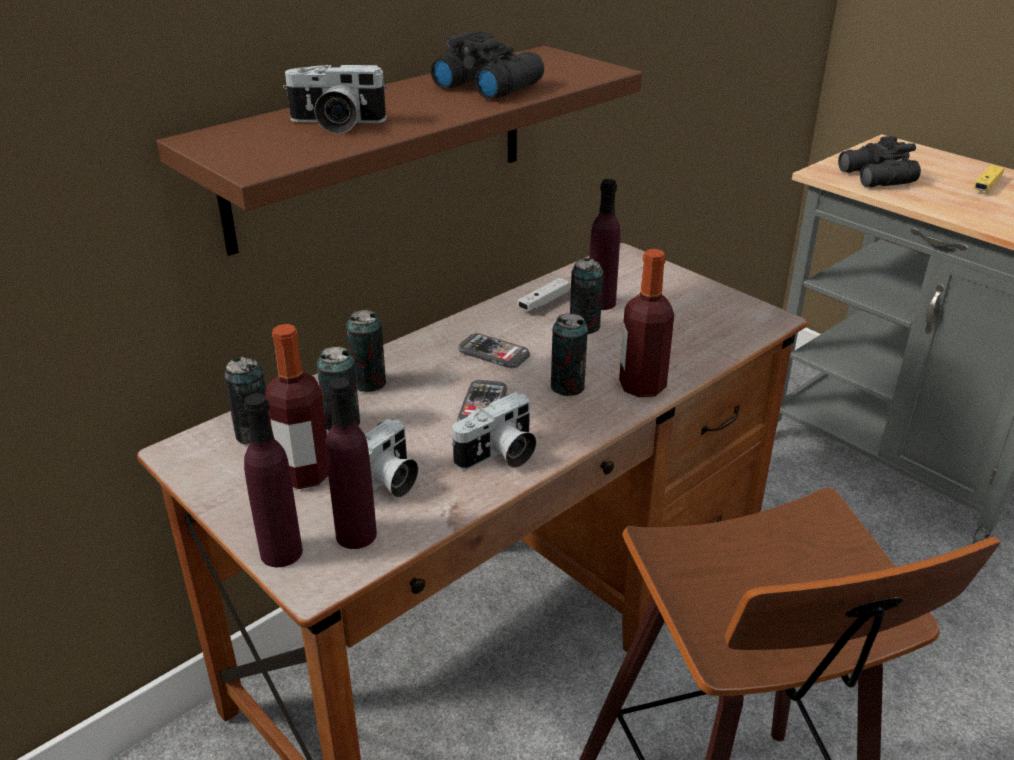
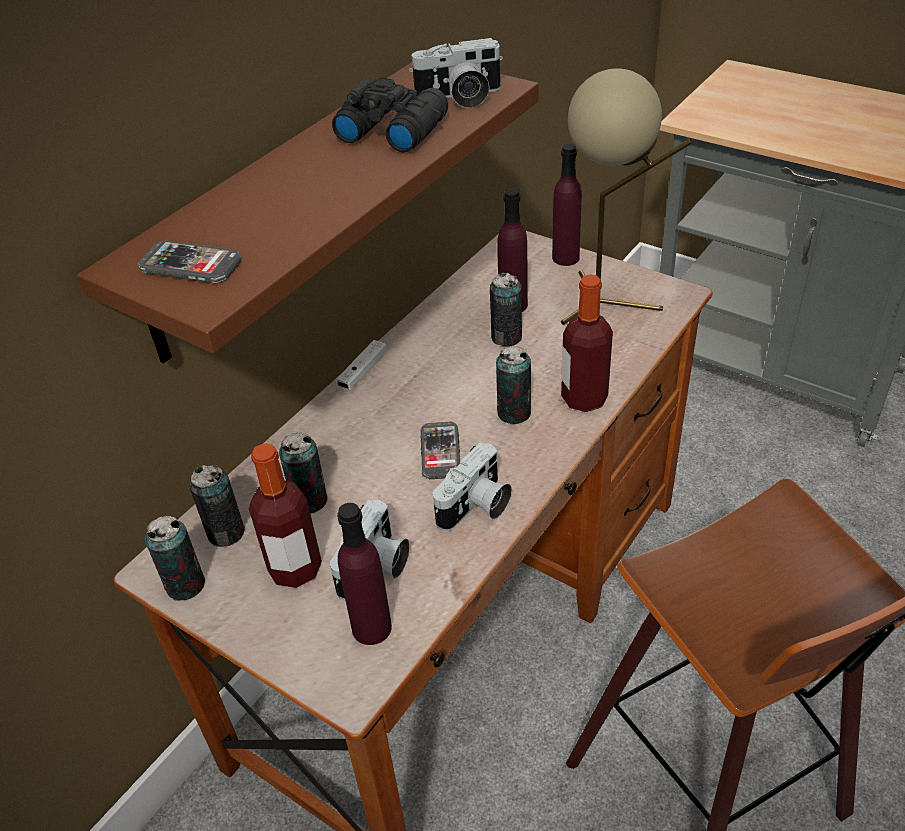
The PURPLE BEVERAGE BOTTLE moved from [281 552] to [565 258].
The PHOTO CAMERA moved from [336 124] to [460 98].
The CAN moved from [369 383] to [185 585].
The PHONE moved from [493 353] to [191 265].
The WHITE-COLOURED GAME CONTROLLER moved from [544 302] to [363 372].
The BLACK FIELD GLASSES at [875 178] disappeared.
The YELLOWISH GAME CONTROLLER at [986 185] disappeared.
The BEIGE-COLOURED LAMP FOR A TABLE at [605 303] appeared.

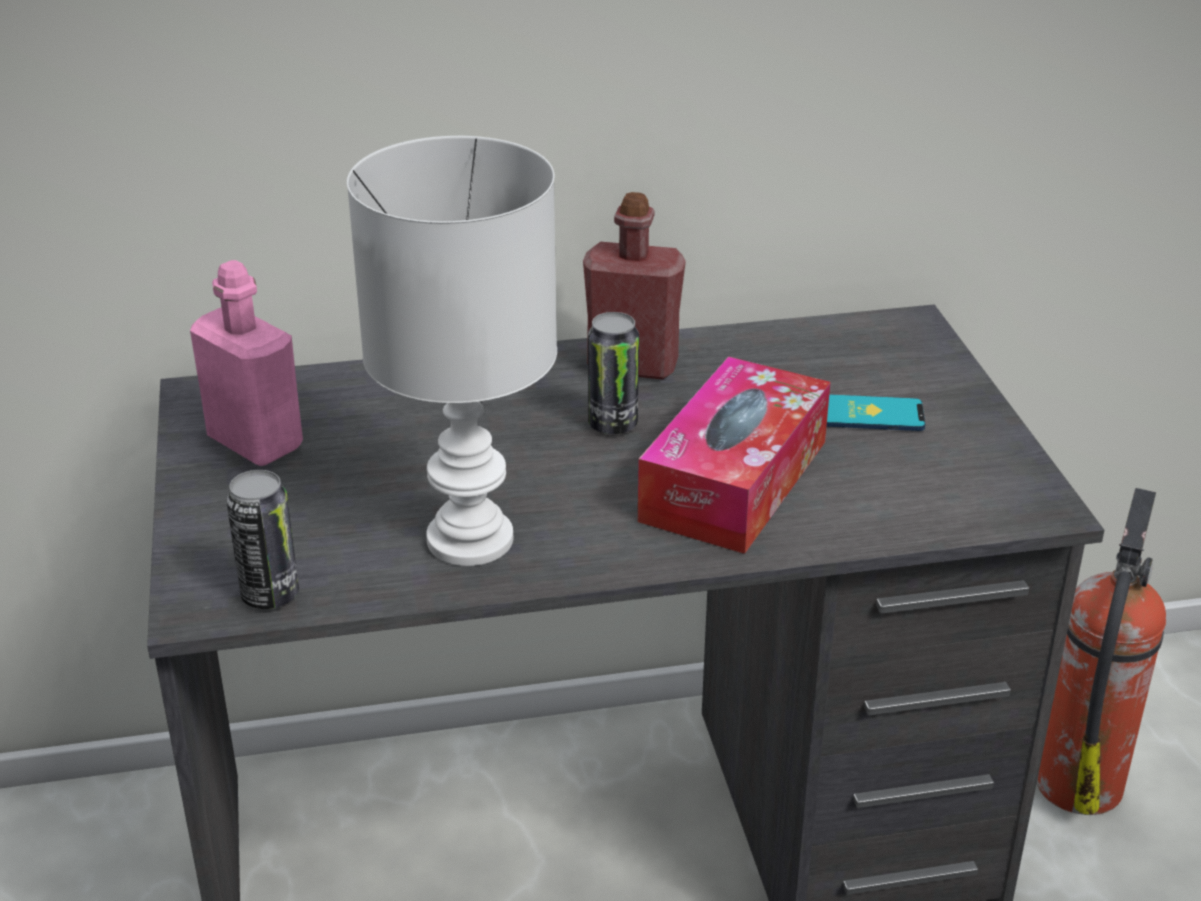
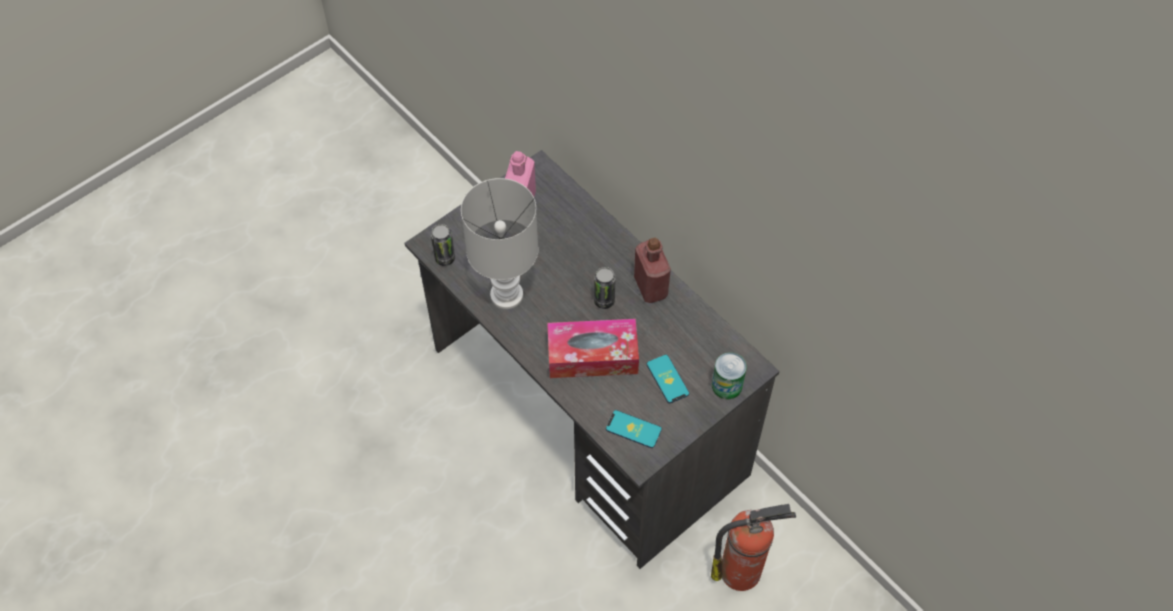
The PHONE at [633 429] appeared.
The CAN at [727 385] appeared.

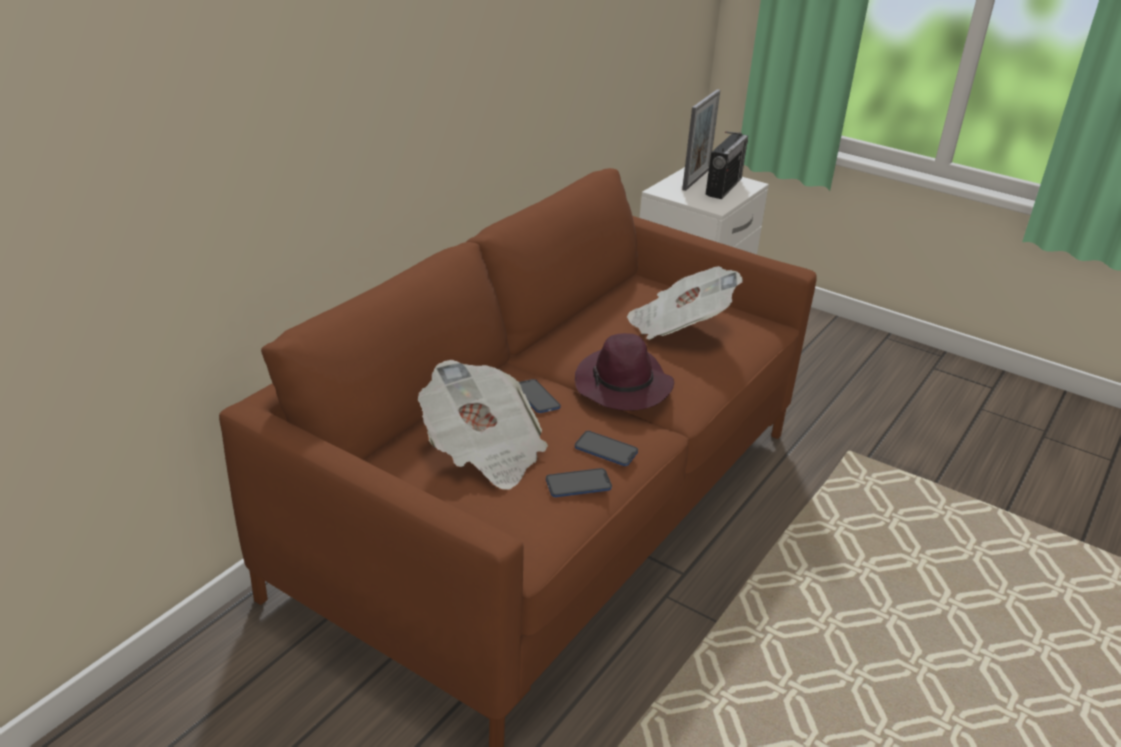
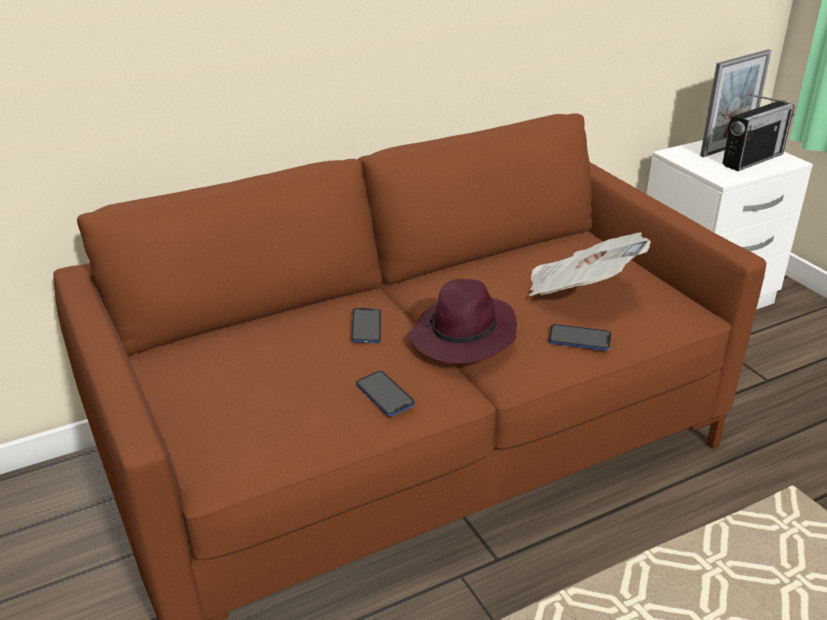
The DAILY PAPER at [483 451] disappeared.
The PHONE moved from [578 484] to [579 339].

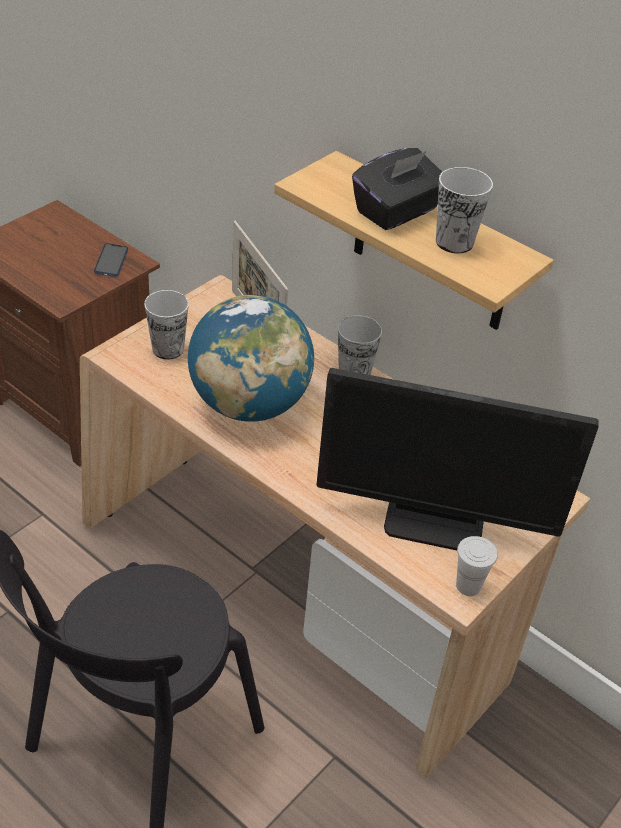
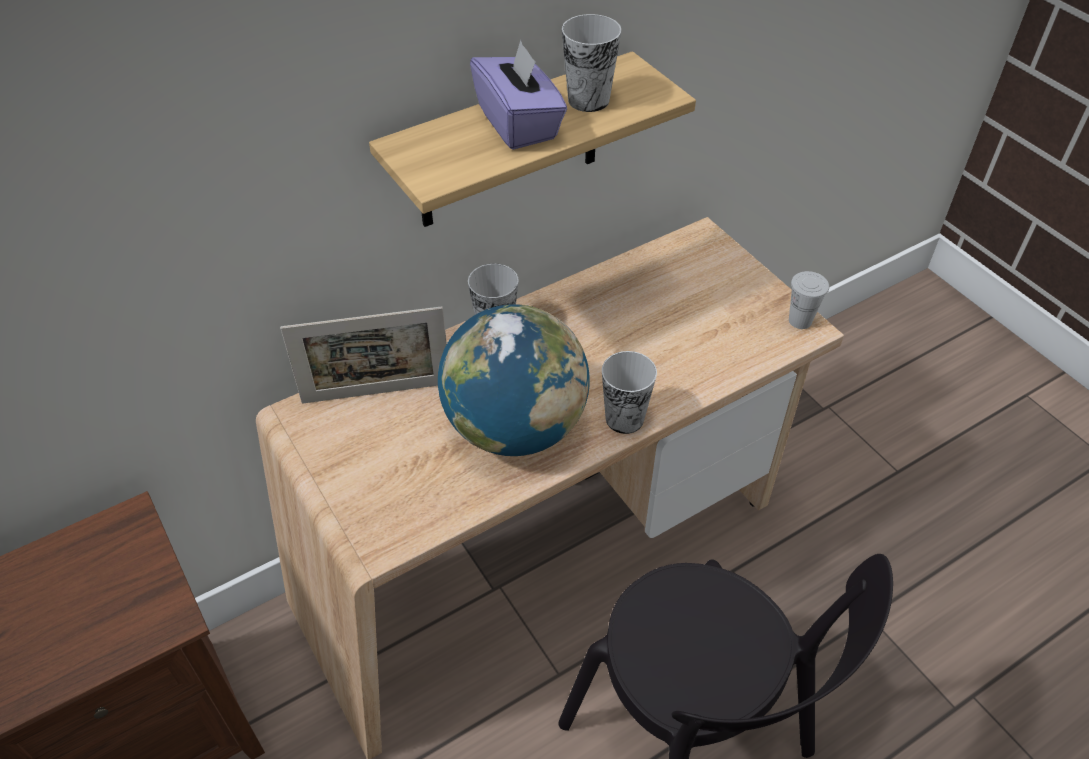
The PHONE at [111 261] disappeared.
The SMALL CUP moved from [168 349] to [624 418].
The MONITOR at [434 521] disappeared.
The BLACK TISSUE BOX at [397 212] became the PURPLE TISSUE BOX at [519 124].

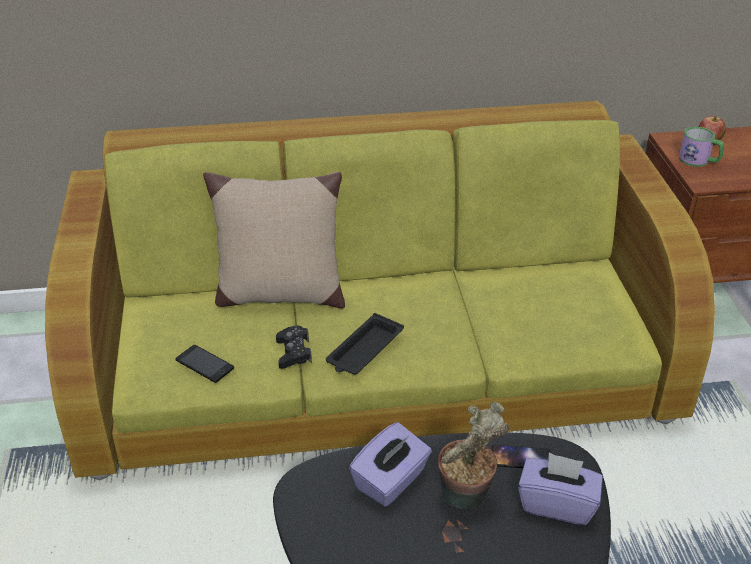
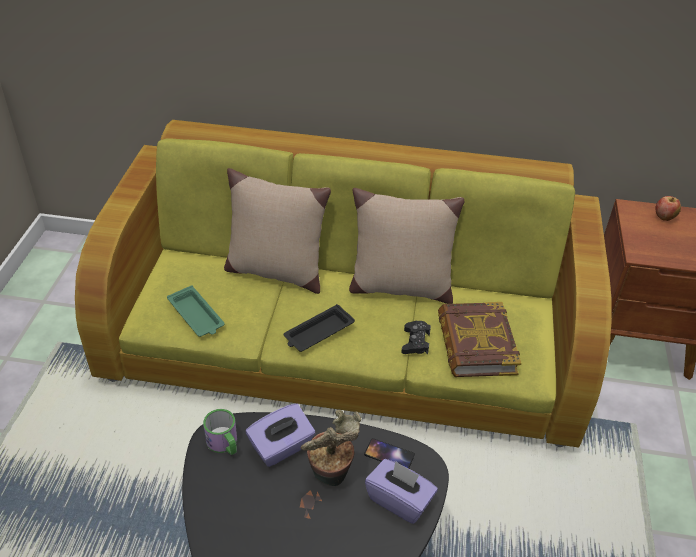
The PHONE at [204 364] was replaced by the GREEN SERVING TRAY at [196 316].
The BLACK GAME CONTROLLER moved from [293 352] to [415 342].
The MUG moved from [699 161] to [224 444].
The BEIGE-COLOURED CUSHION at [399 287] appeared.
The BOOK at [475 344] appeared.

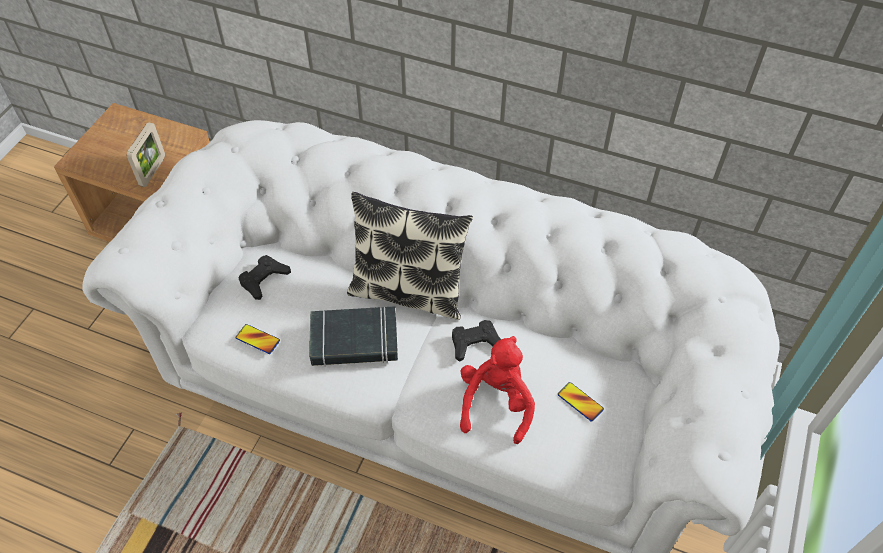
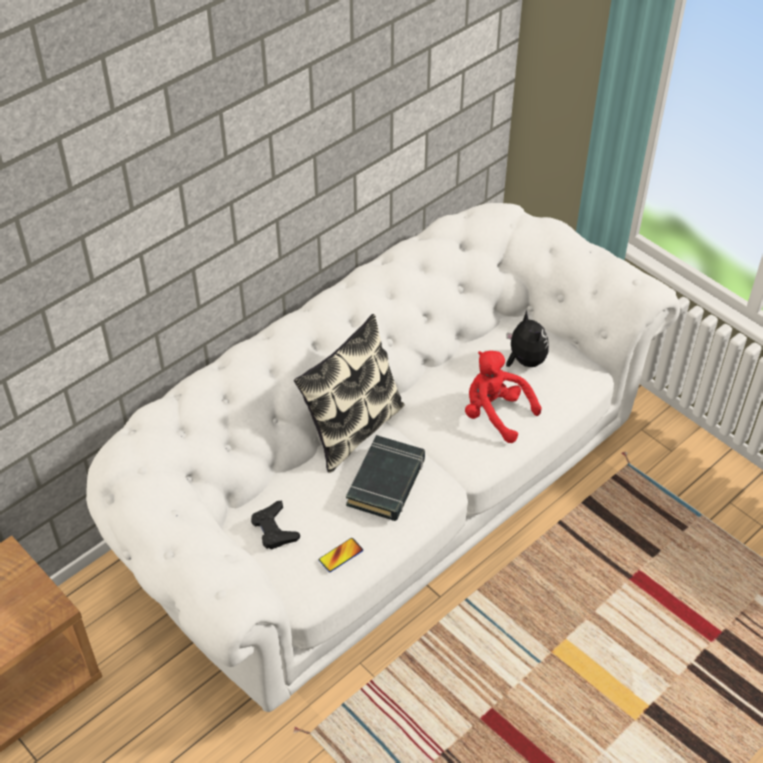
The PICTURE FRAME at [153 171] disappeared.
The BLACK GAME CONTROLLER at [475 343] disappeared.
The PHONE at [580 402] was replaced by the PLUSH TOY at [524 361].

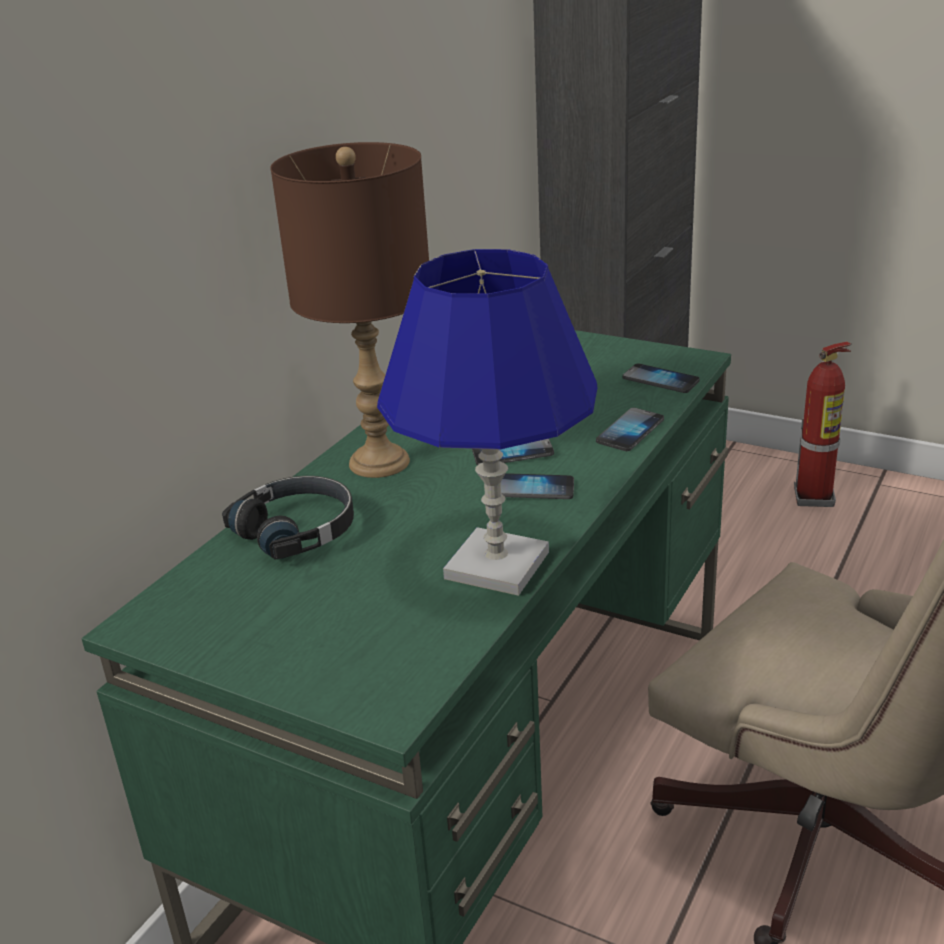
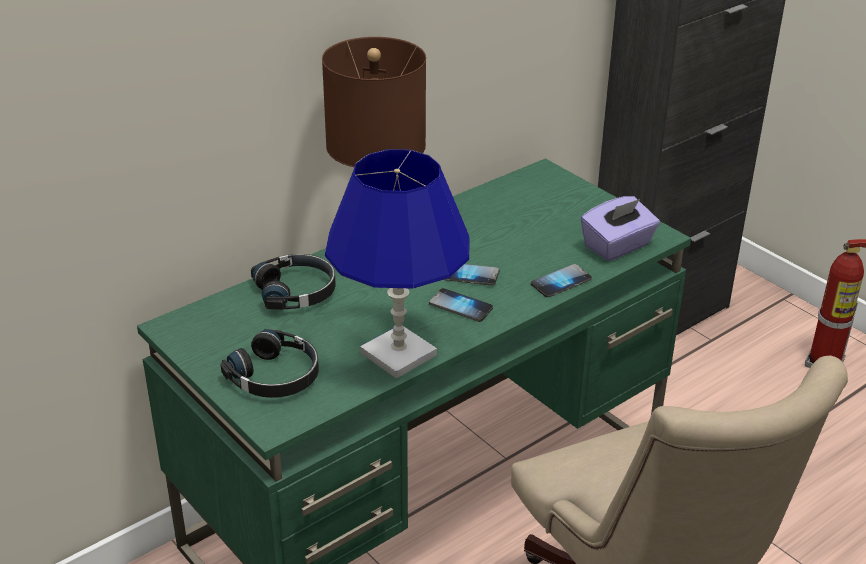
The PHONE at [660 380] was replaced by the PURPLE TISSUE BOX at [618 246].
The BLACK HEADSET at [276 376] appeared.

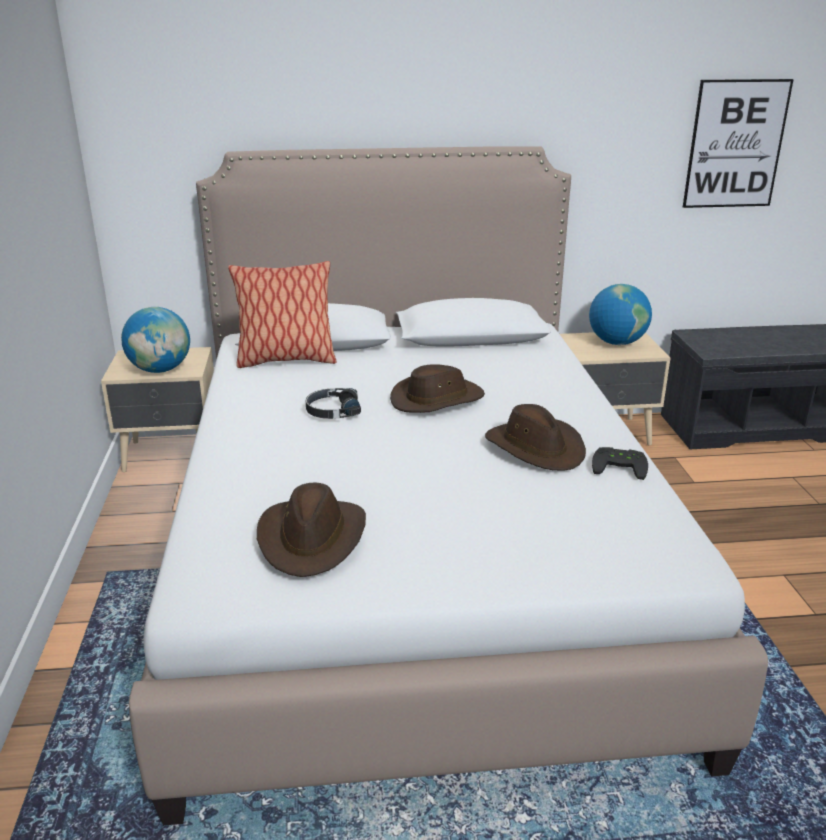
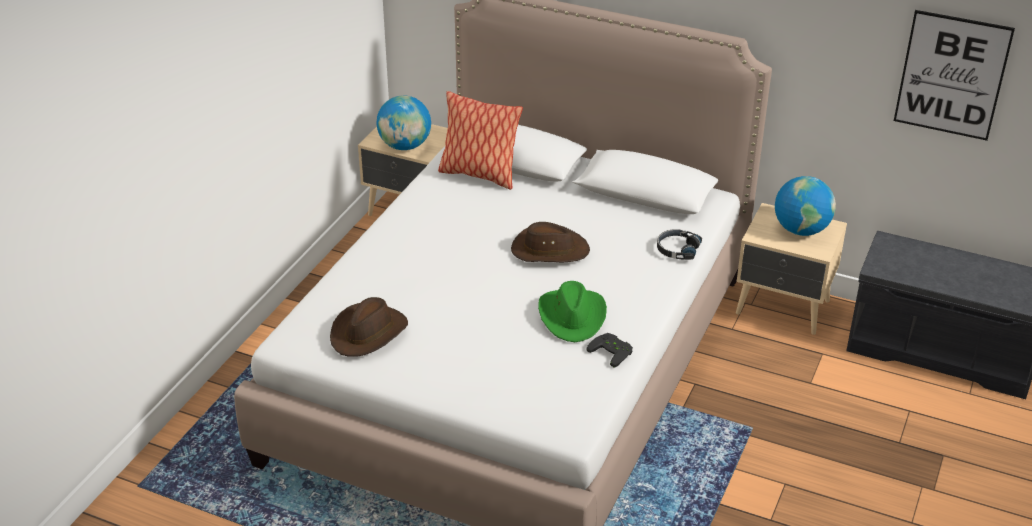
The BLACK HEADSET moved from [332 411] to [677 249].
The BROWN HAT at [535 448] became the GREEN HAT at [572 316].

